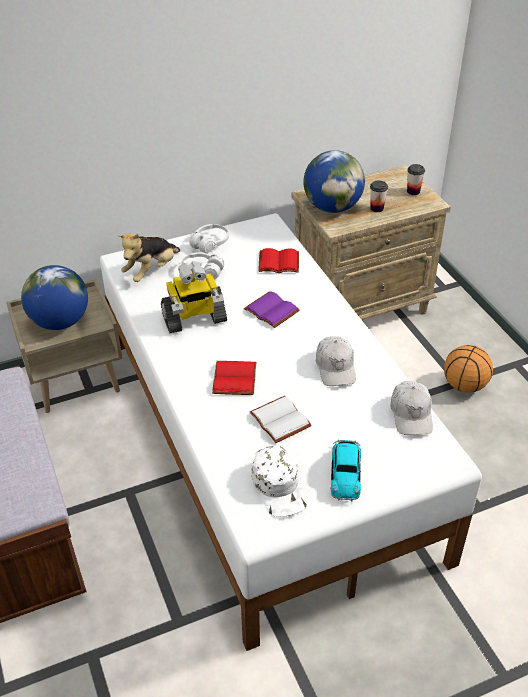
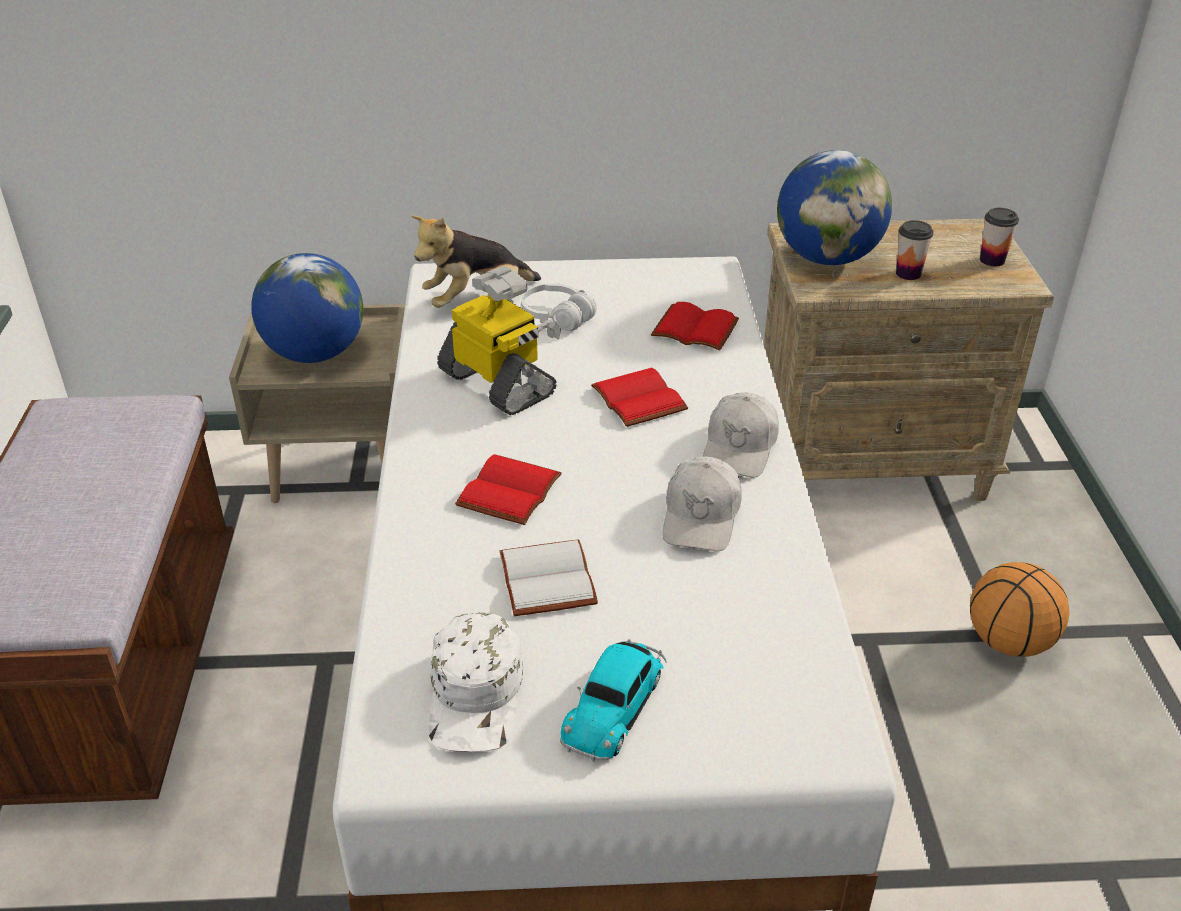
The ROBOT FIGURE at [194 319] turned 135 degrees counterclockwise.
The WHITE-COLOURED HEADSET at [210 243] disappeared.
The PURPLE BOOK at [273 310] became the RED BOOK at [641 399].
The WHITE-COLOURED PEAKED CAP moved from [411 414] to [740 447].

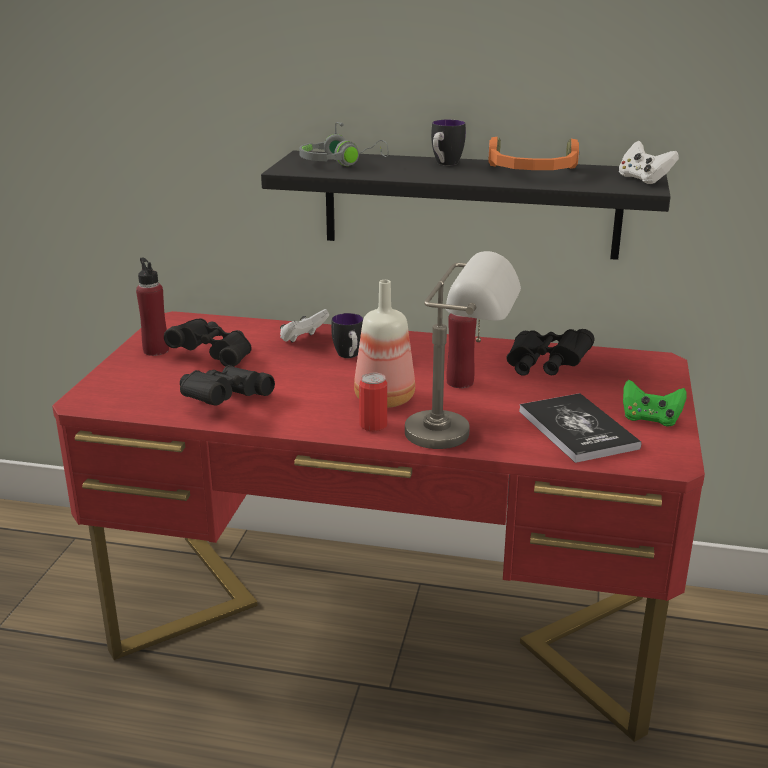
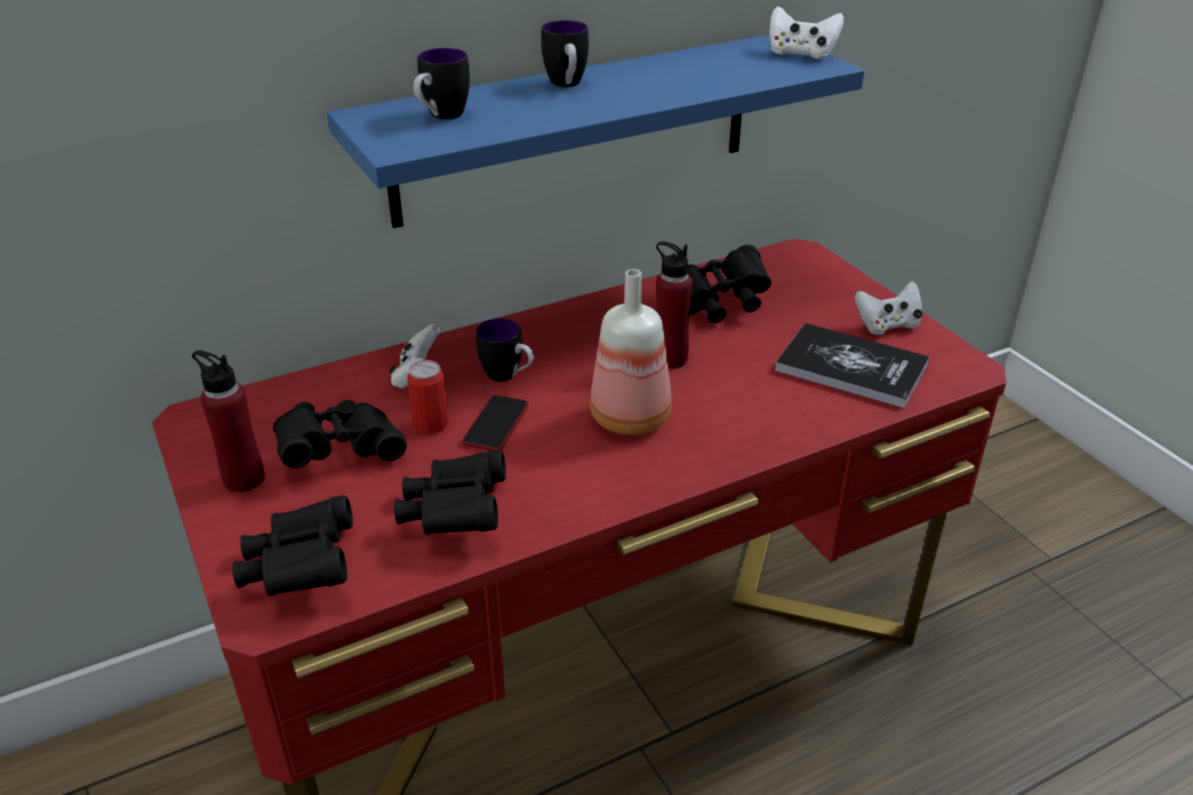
The BLACK BRACKET SHELF at [470 204] became the BLUISH BRACKET SHELF at [575 128].
The GRAY HEADSET at [340 163] was replaced by the MUG at [441 117].
The CAN moved from [373 425] to [431 424].
The GRAY LAMP FOR A TABLE at [460 435] disappeared.
The ORANGE HEADSET at [532 172] disappeared.
The GREEN GAME CONTROLLER at [650 419] became the WHITE-COLOURED GAME CONTROLLER at [887 325].
The BLACK FIELD GLASSES at [301 568] appeared.
The PHONE at [496 424] appeared.

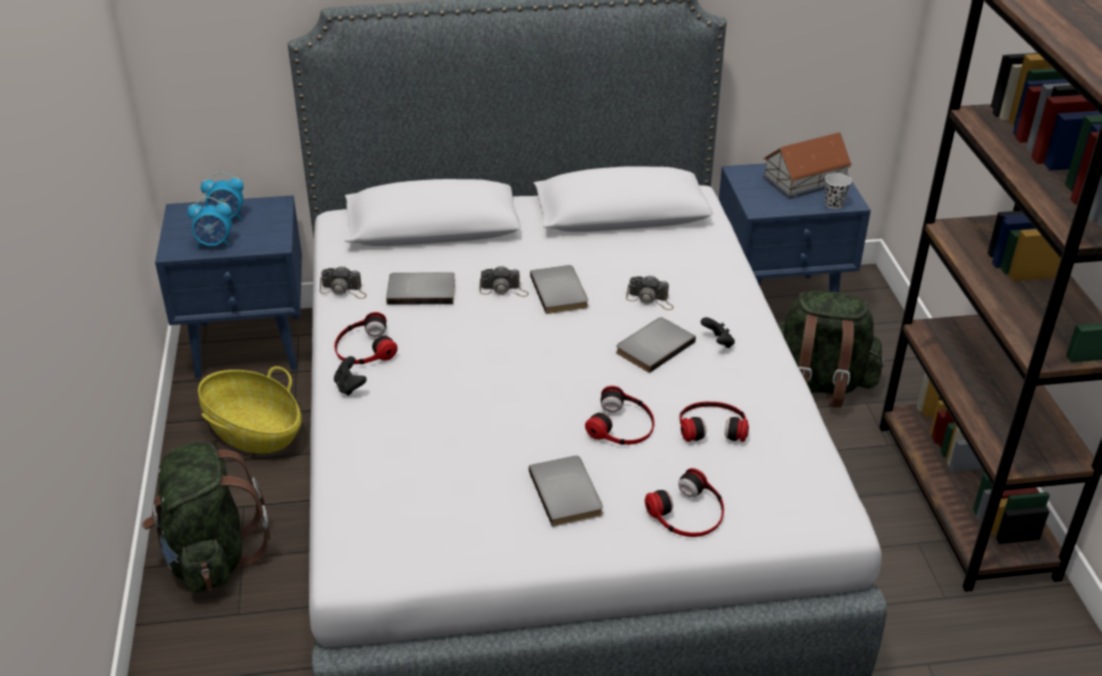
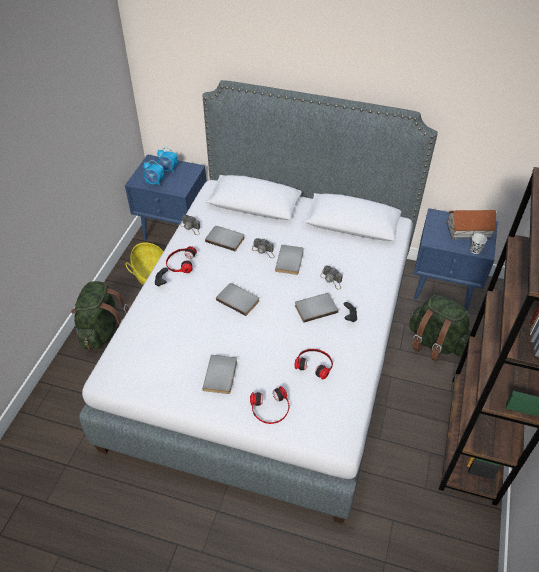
The HEADSET at [622 425] disappeared.
The GRAY BOOK at [238 299] appeared.

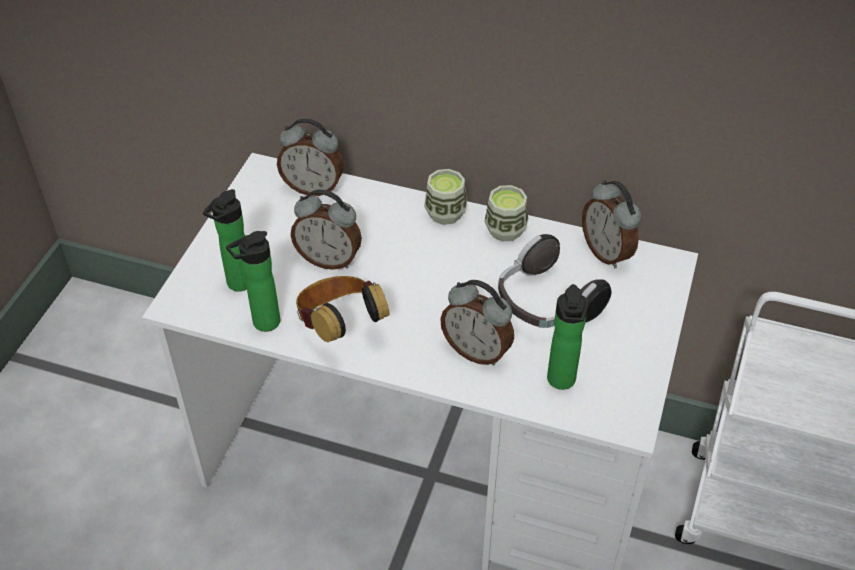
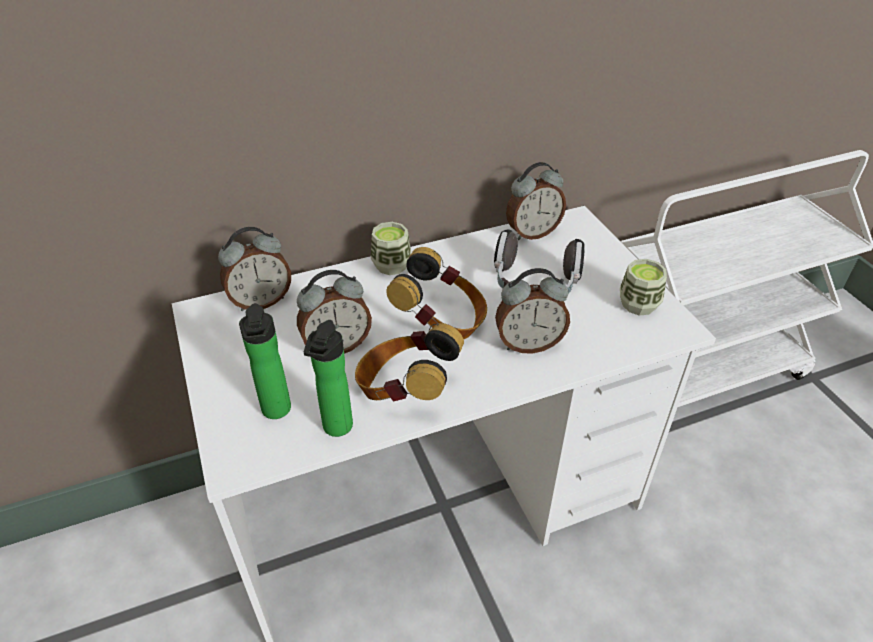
The SMALL CUP moved from [505 229] to [638 304].
The BEVERAGE BOTTLE at [561 382] disappeared.
The TABLE CLOCK at [607 252] turned 45 degrees counterclockwise.
The HEADSET at [441 322] appeared.

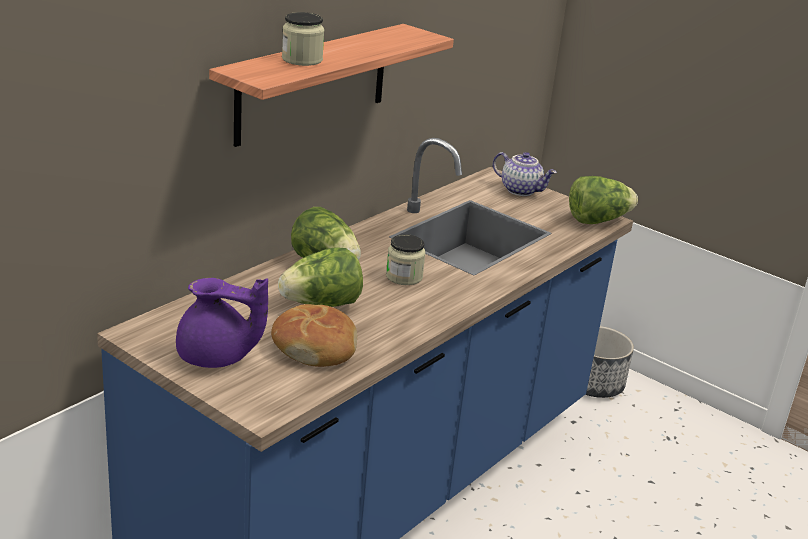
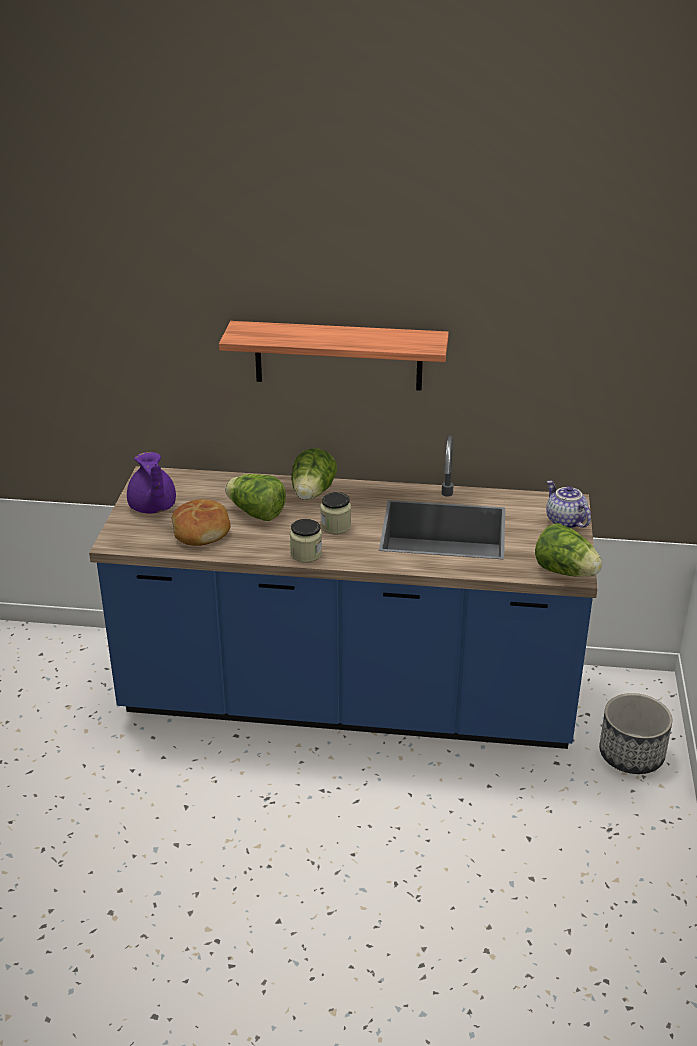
The STORAGE JAR moved from [302 60] to [306 554].
The POT FOR TEA at [521 190] turned 150 degrees clockwise.

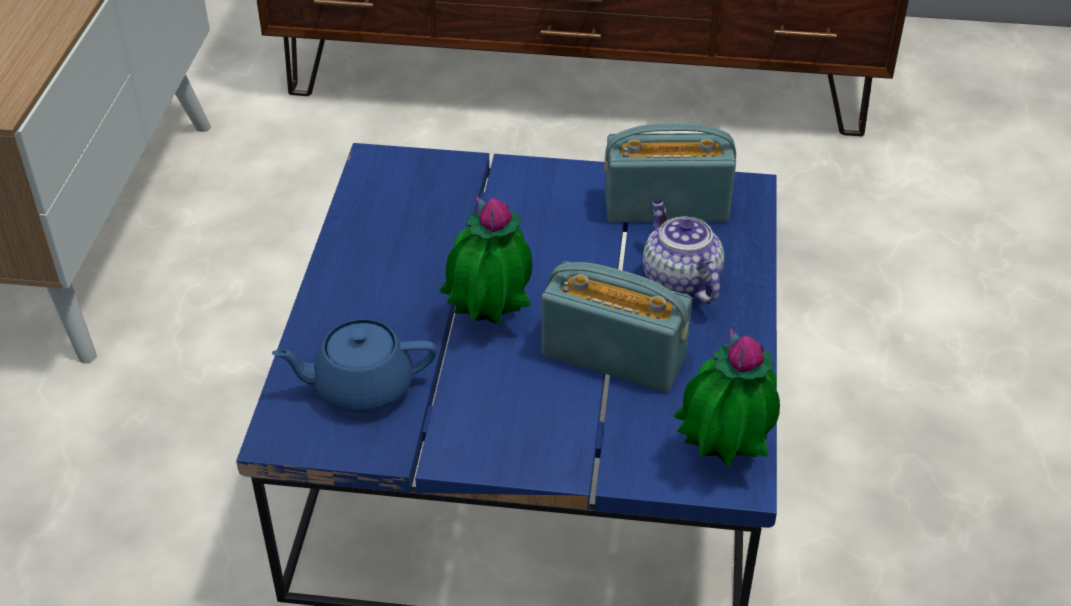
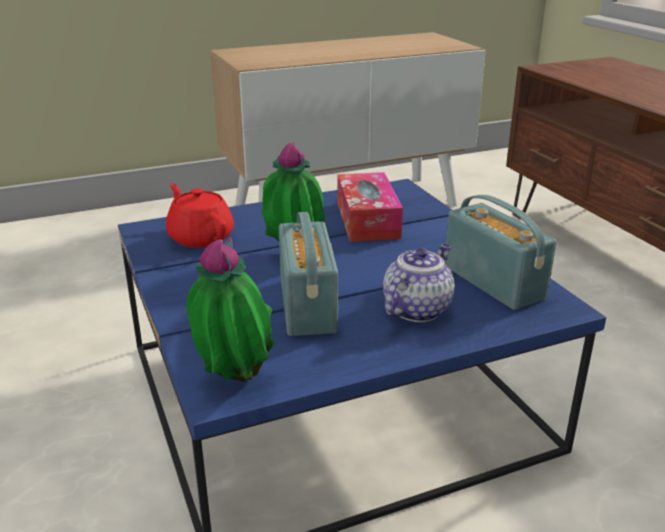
The BLUISH POT FOR TEA at [362 387] became the RED POT FOR TEA at [200 237].
The TISSUE BOX at [367 220] appeared.

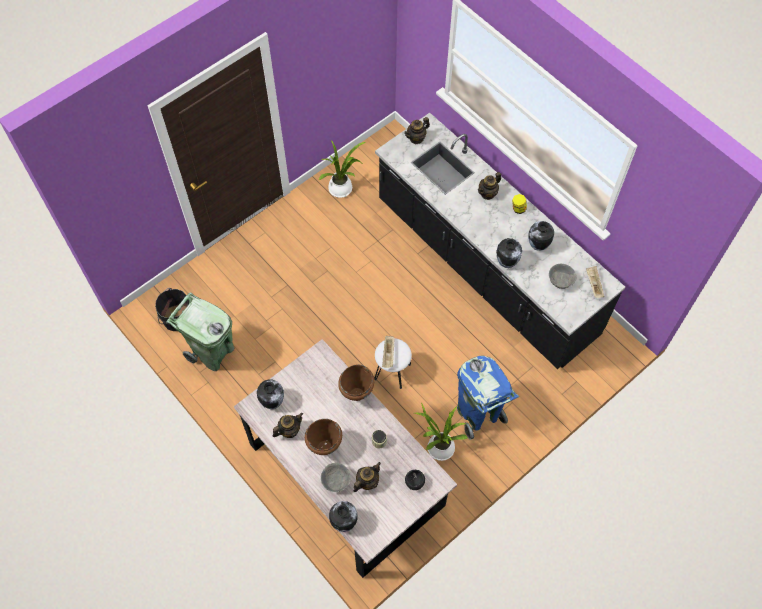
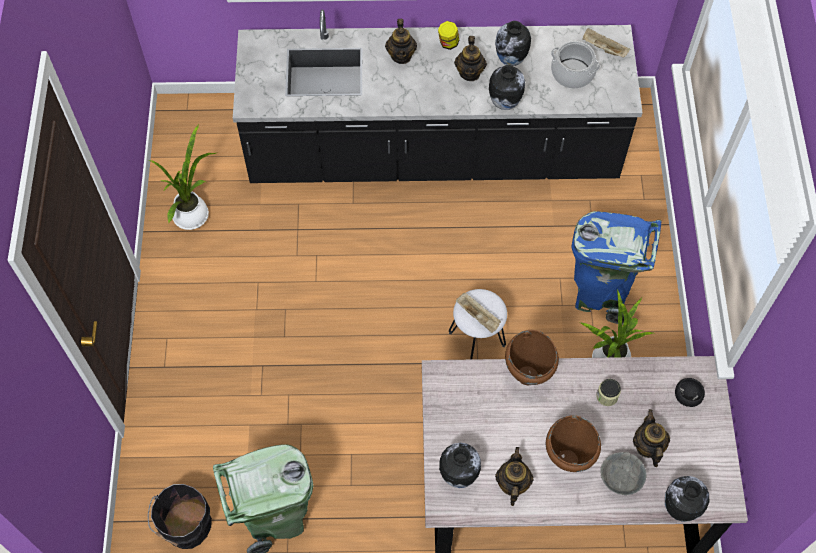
The POT FOR TEA moved from [416 138] to [470 72].
The GRAY DEEP DISH at [560 281] was replaced by the COOKING POT at [572 73].

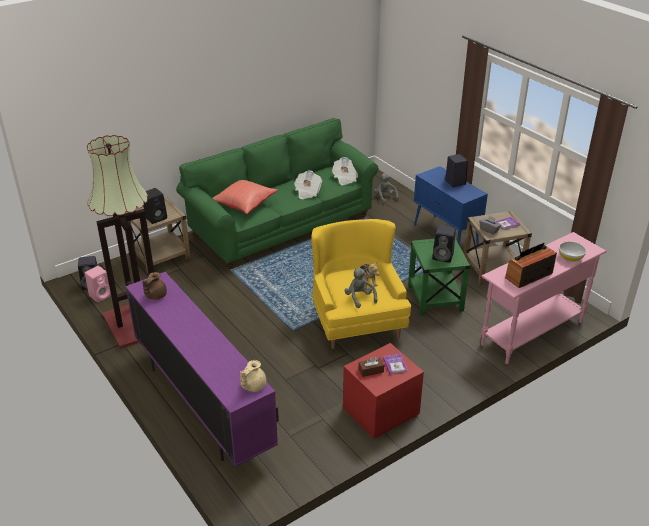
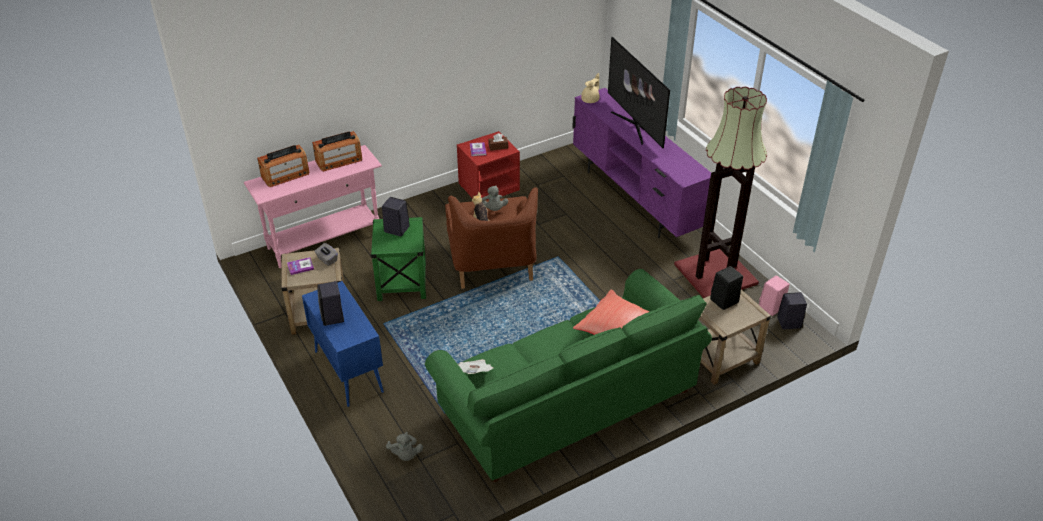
The BROWN POT FOR TEA at [155 296] disappeared.
The DAILY PAPER at [307 192] disappeared.
The YELLOWISH LOUNGE CHAIR at [356 319] became the BROWN LOUNGE CHAIR at [492 264].
The WHITE-COLOURED DEEP DISH at [570 257] was replaced by the RADIO RECEIVER at [285 175].
The TV SET at [635 125] appeared.

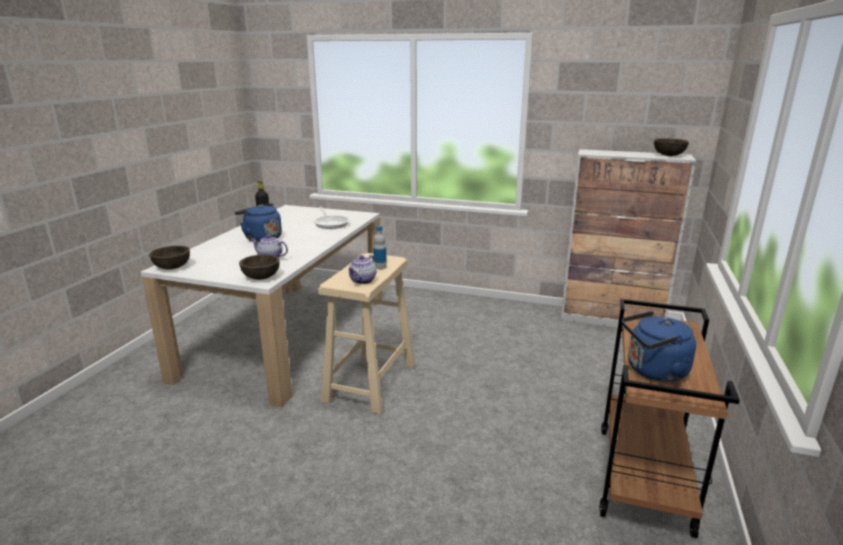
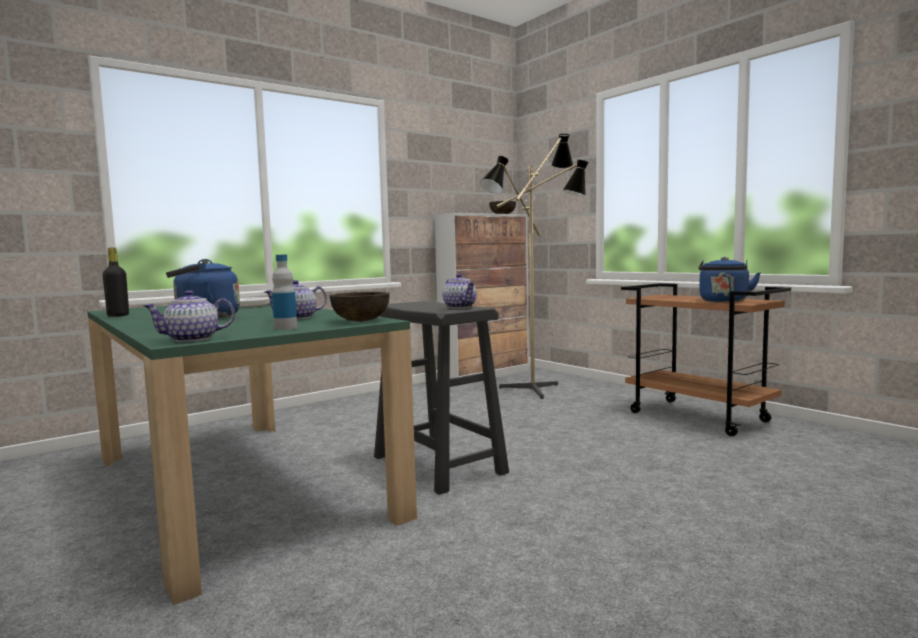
The WHITE-COLOURED KITCHEN TABLE at [289 335] became the GREEN KITCHEN TABLE at [237 484].
The BROWN DEEP DISH at [172 267] was replaced by the POT FOR TEA at [193 339].
The BEIGE-COLOURED SITTING STOOL at [370 382] became the BLACK SITTING STOOL at [439 465].
The BEVERAGE BOTTLE moved from [380 266] to [285 328].
The STANDARD LAMP at [538 391] appeared.

